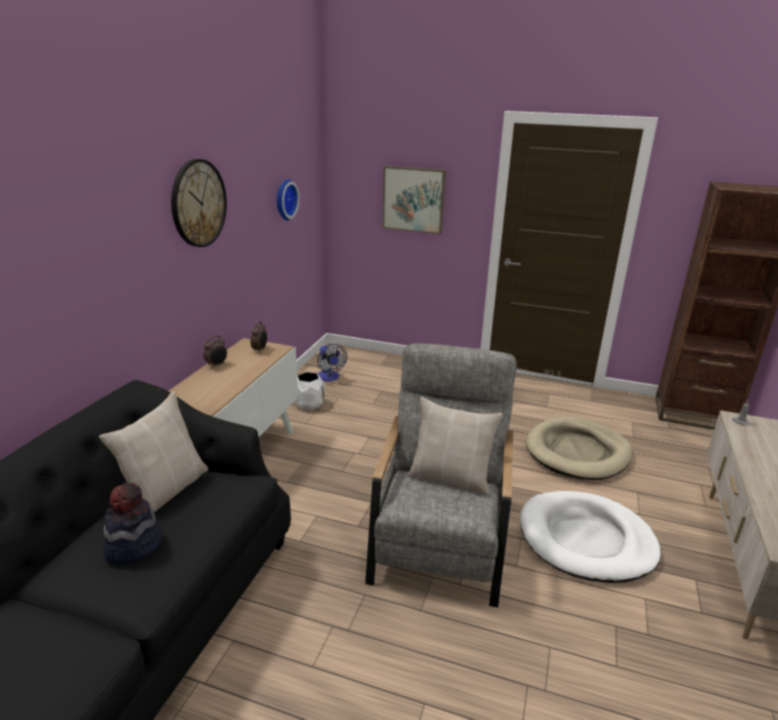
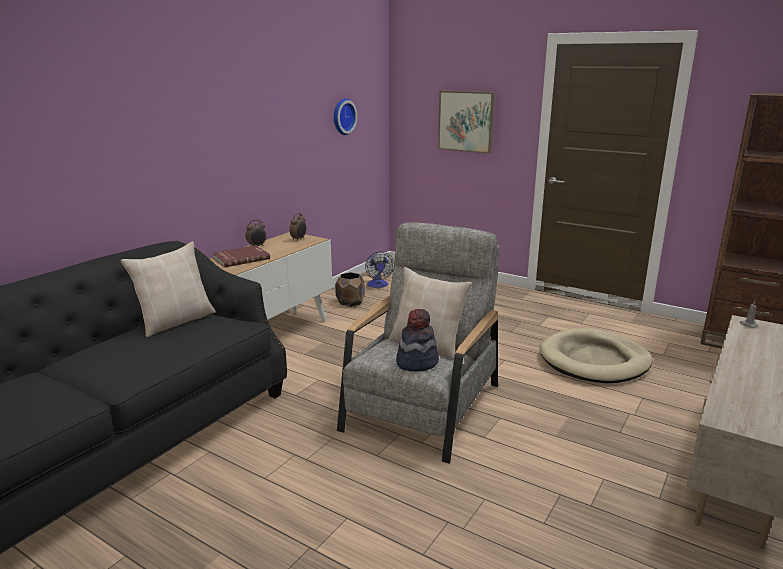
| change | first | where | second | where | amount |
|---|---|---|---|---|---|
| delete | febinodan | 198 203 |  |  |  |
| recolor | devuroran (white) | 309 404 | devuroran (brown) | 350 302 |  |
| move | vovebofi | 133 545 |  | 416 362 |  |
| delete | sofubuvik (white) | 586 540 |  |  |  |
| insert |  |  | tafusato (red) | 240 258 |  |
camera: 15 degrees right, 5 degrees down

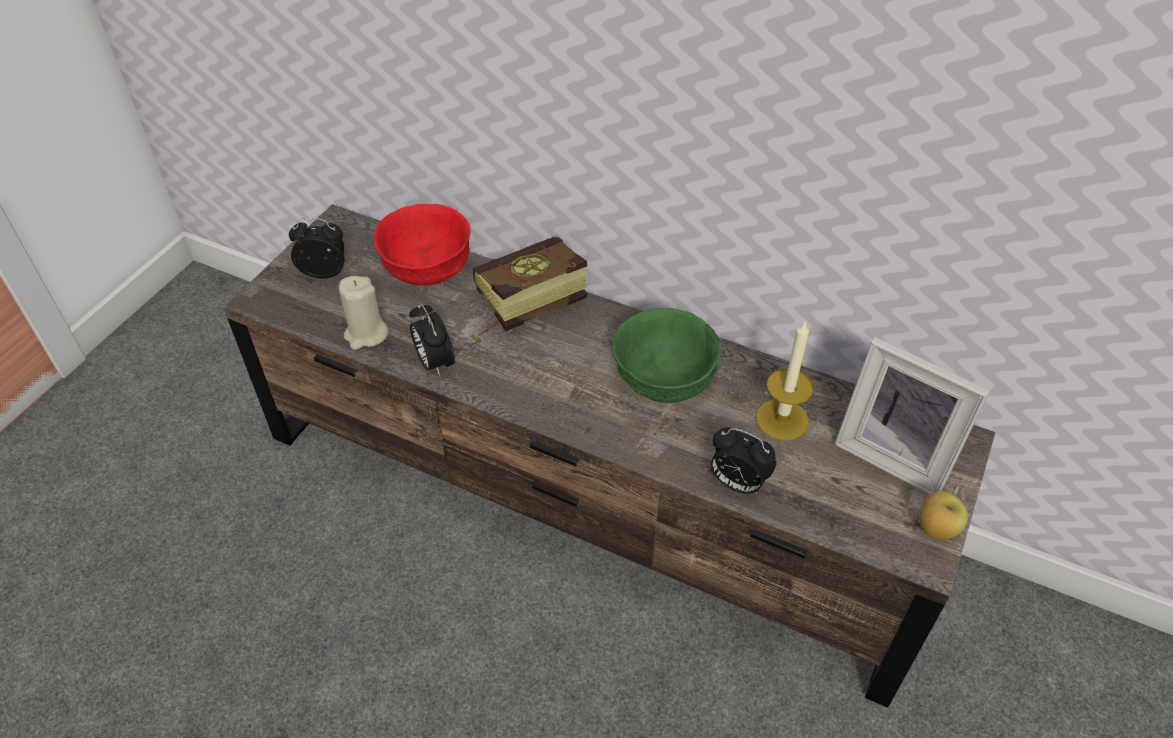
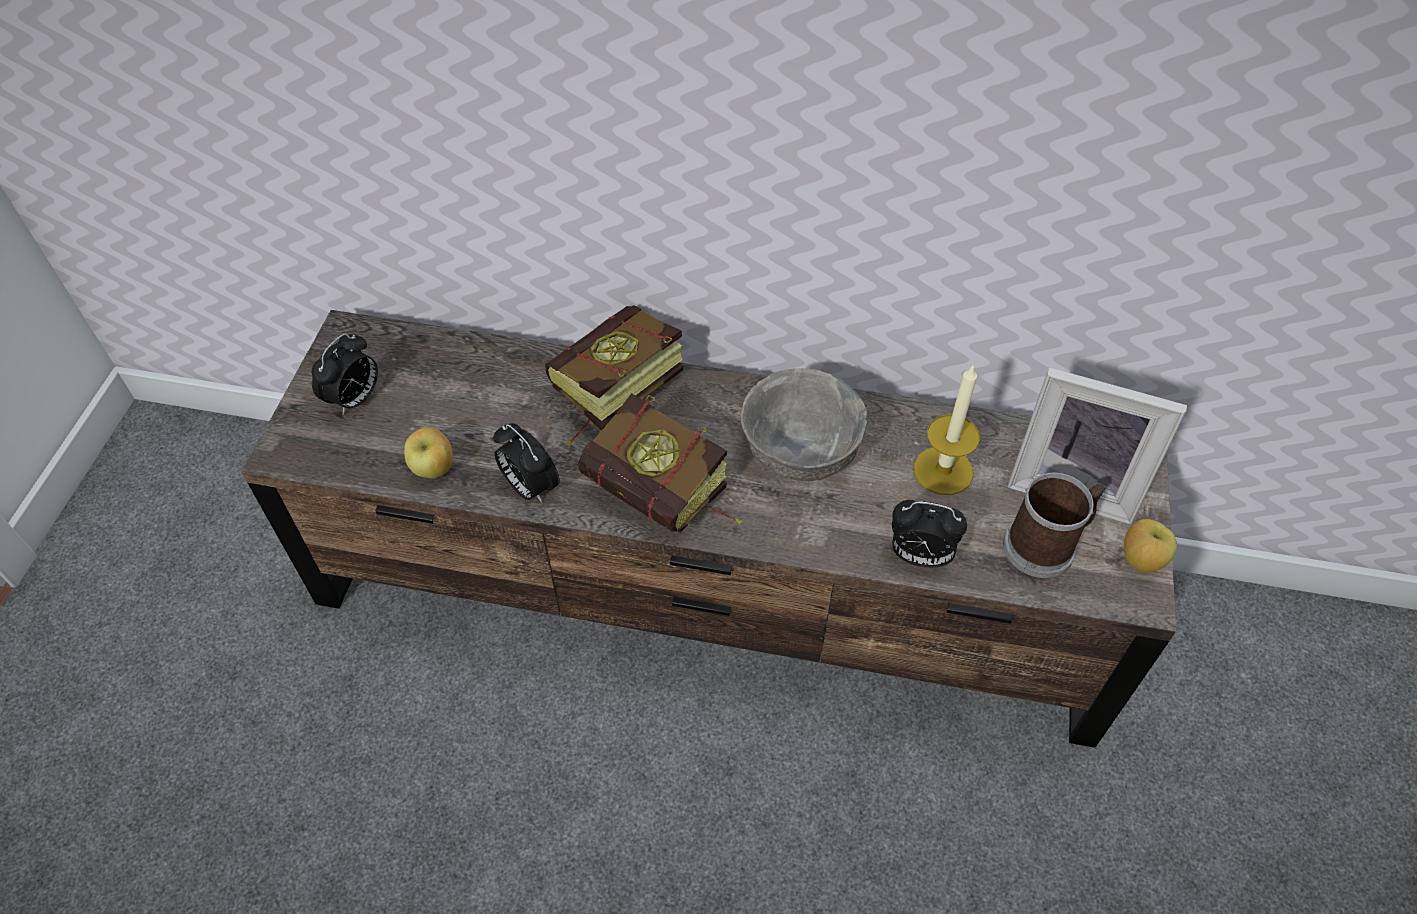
| change | first | where | second | where | amount |
|---|---|---|---|---|---|
| delete | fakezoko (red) | 429 268 |  |  |  |
| rotate | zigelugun | 325 272 |  | 355 399 | 135 degrees clockwise |
| replace | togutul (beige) | 366 334 | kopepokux | 434 469 |  |
| recolor | fakezoko (green) | 665 378 | fakezoko (grey) | 801 450 |  |
| insert |  |  | tafusato | 667 499 |  |
| insert |  |  | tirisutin | 1046 545 |  |
camera: 15 degrees left, 5 degrees up

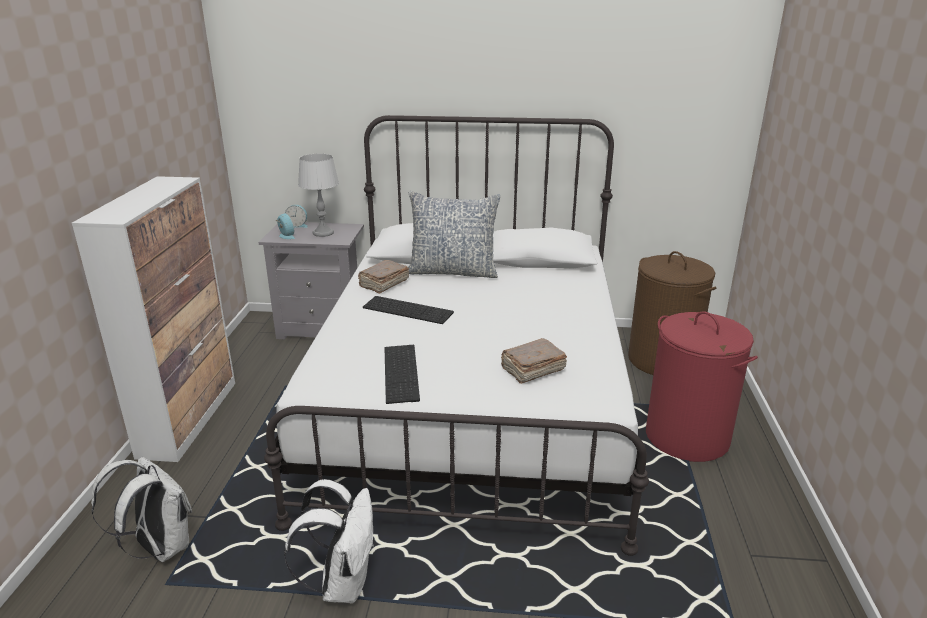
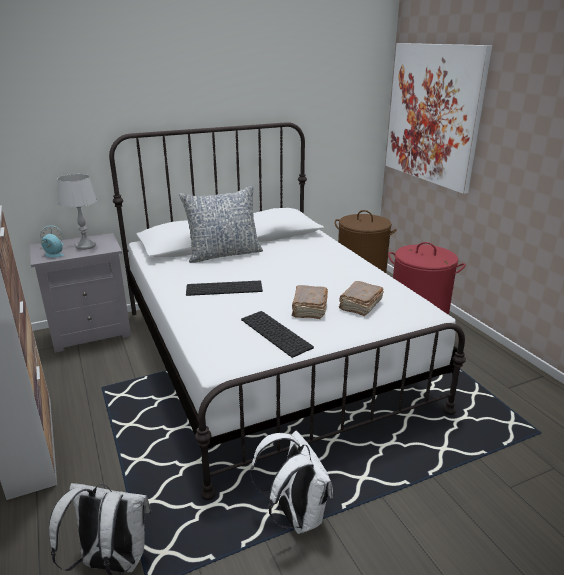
| change | first | where | second | where | amount |
|---|---|---|---|---|---|
| move | tafusato (brown) | 383 284 |  | 309 309 |  |
| insert |  |  | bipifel | 433 114 |  |
camera: 30 degrees left, 0 degrees up

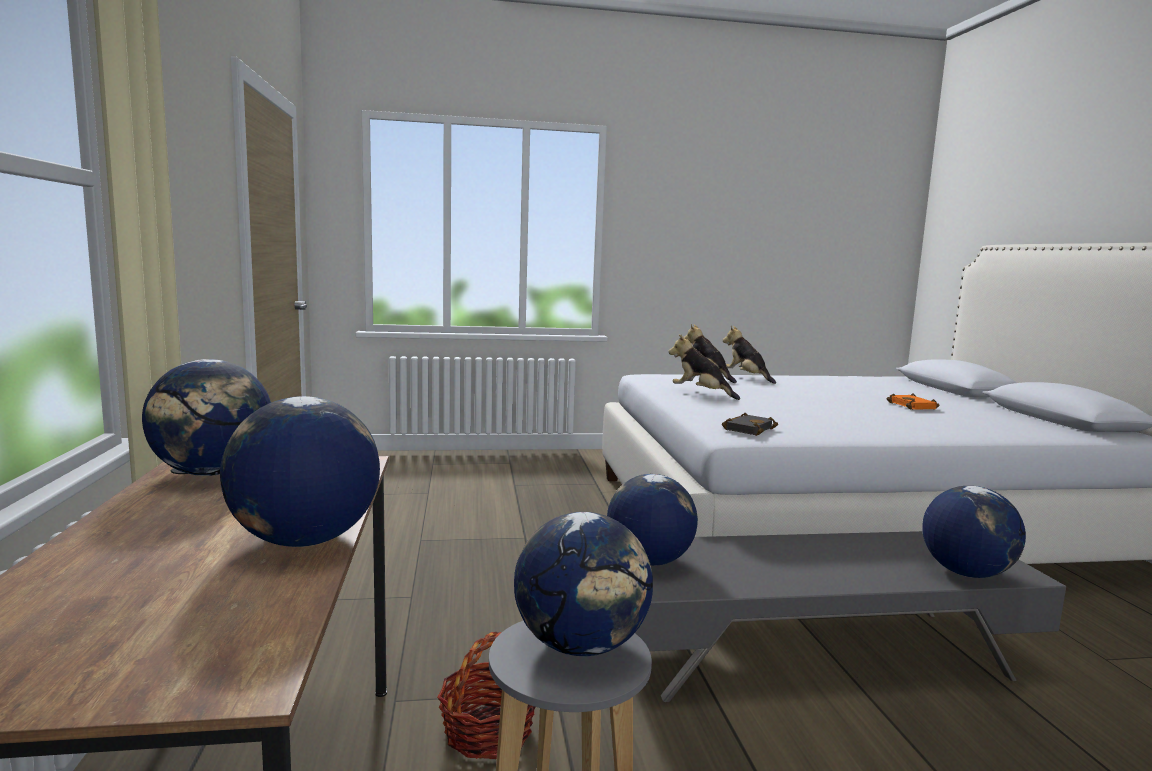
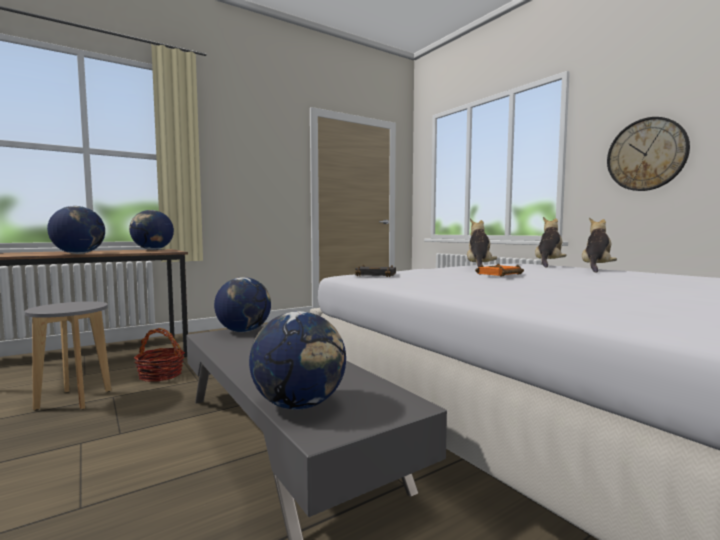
| change | first | where | second | where | amount |
|---|---|---|---|---|---|
| move | tafusato (orange) | 914 406 |  | 500 274 |  |
| delete | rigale | 581 645 |  |  |  |
| insert |  |  | febinodan | 646 154 |  |
camera: 65 degrees right, 5 degrees down

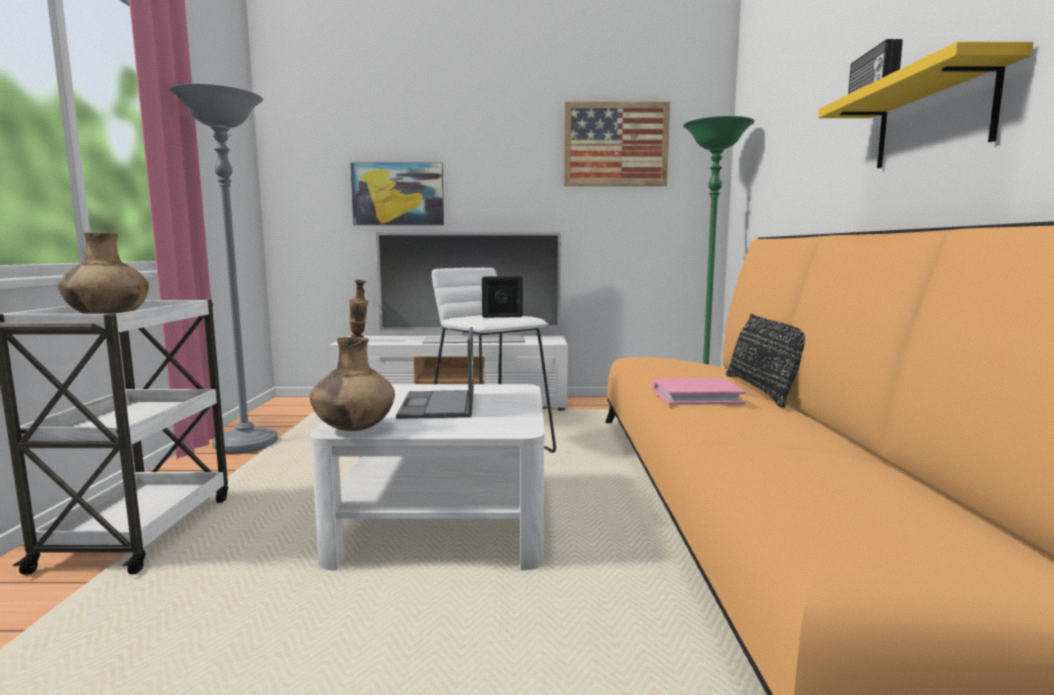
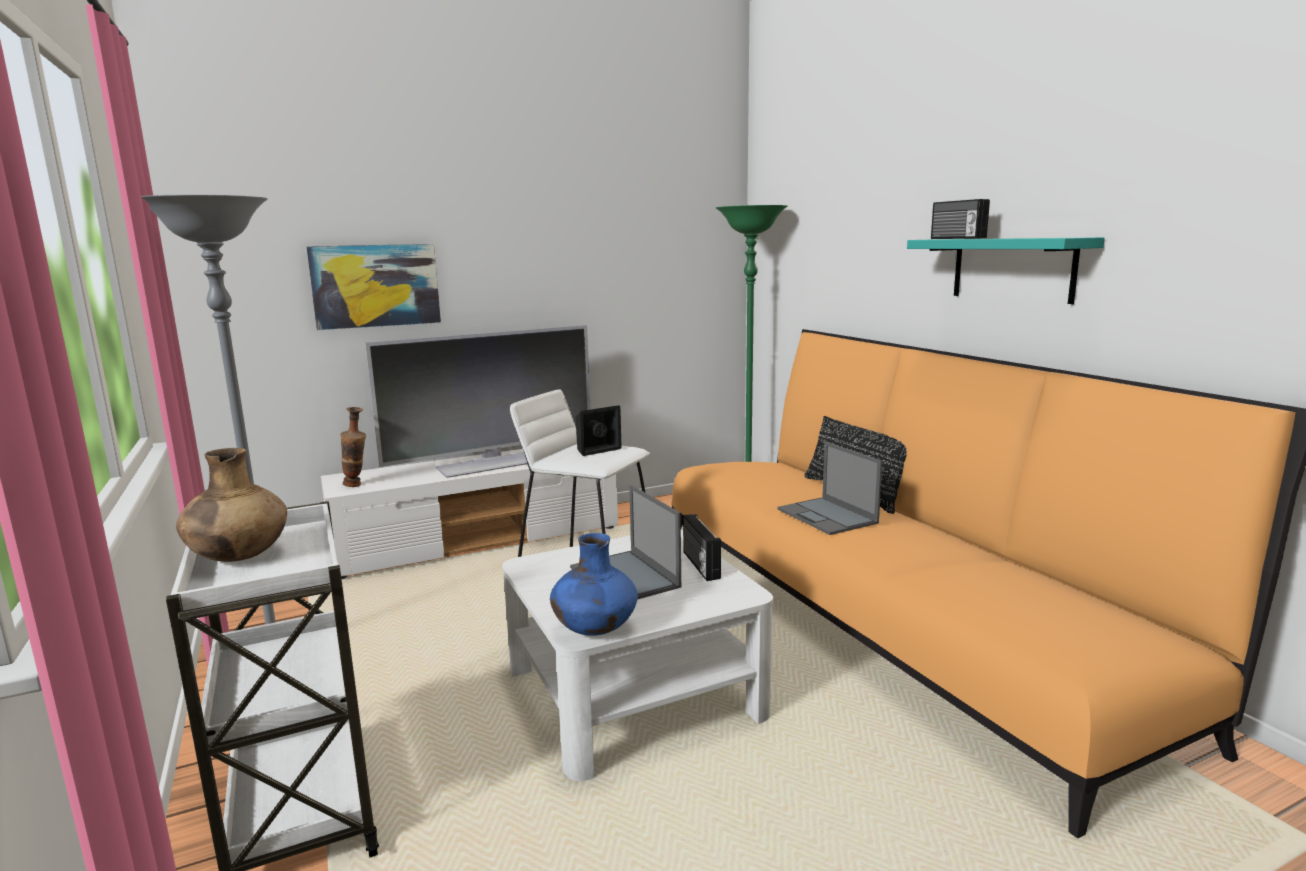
| change | first | where | second | where | amount |
|---|---|---|---|---|---|
| recolor | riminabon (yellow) | 933 119 | riminabon (turquoise) | 1012 269 |  |
| delete | bipifel | 615 144 |  |  |  |
| recolor | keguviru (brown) | 354 429 | keguviru (blue) | 594 630 |  |
| replace | tafusato (pink) | 696 396 | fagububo | 828 516 |  |
| insert |  |  | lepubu | 699 565 |  |
camera: 25 degrees left, 5 degrees up

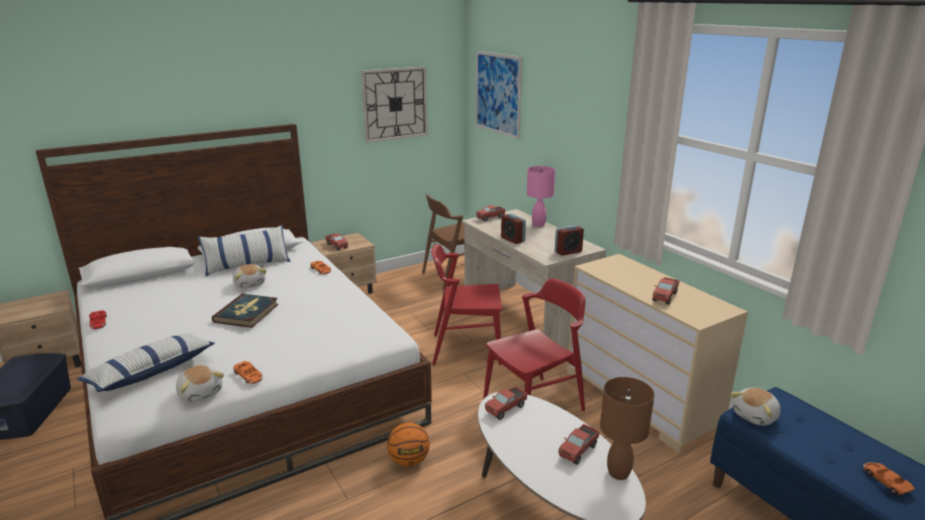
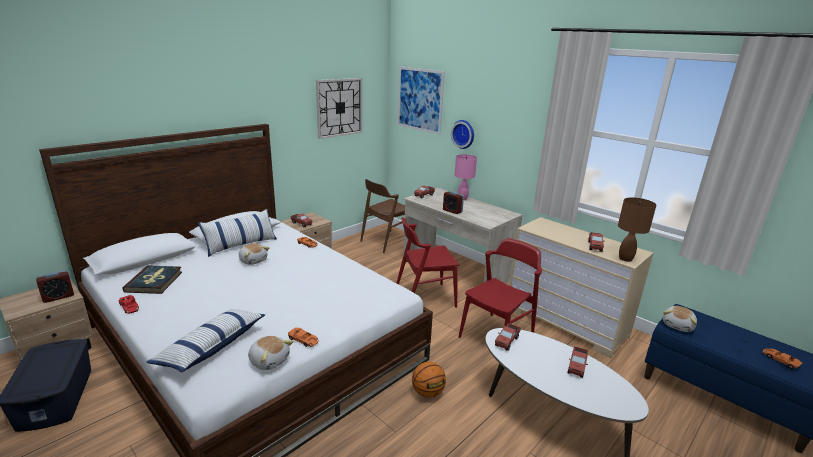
| change | first | where | second | where | amount |
|---|---|---|---|---|---|
| move | zigelugun | 568 252 |  | 58 297 |  |
| move | tafusato | 247 313 |  | 154 281 |  |
| move | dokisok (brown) | 618 472 |  | 625 258 |  |
| insert |  |  | febinodan | 464 134 |  |
camera: 15 degrees left, 0 degrees up

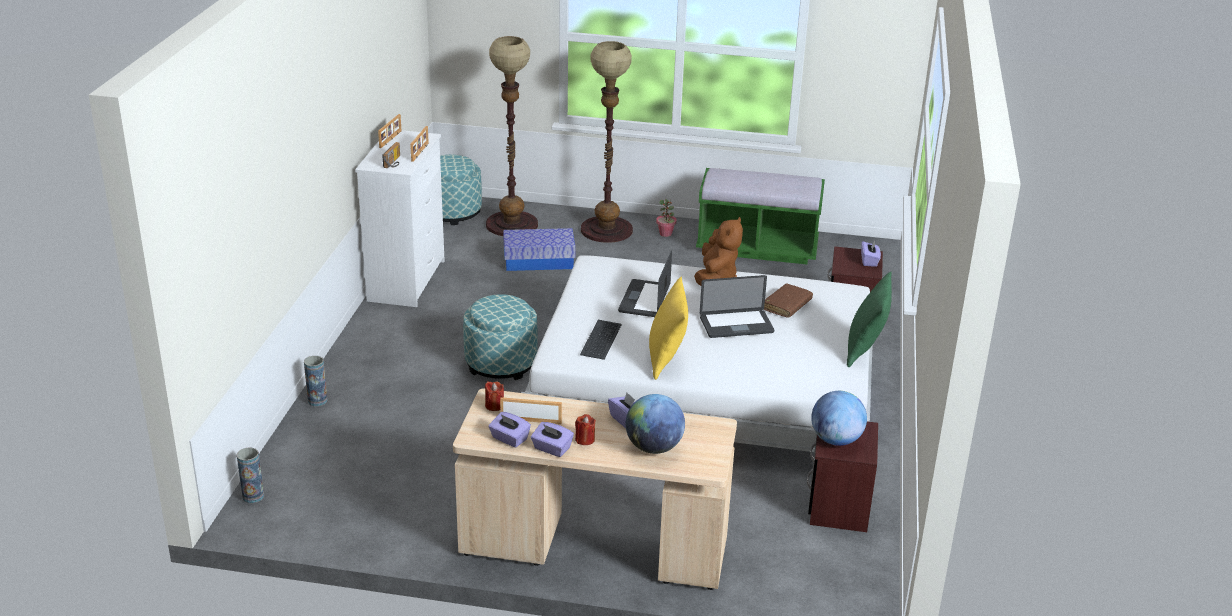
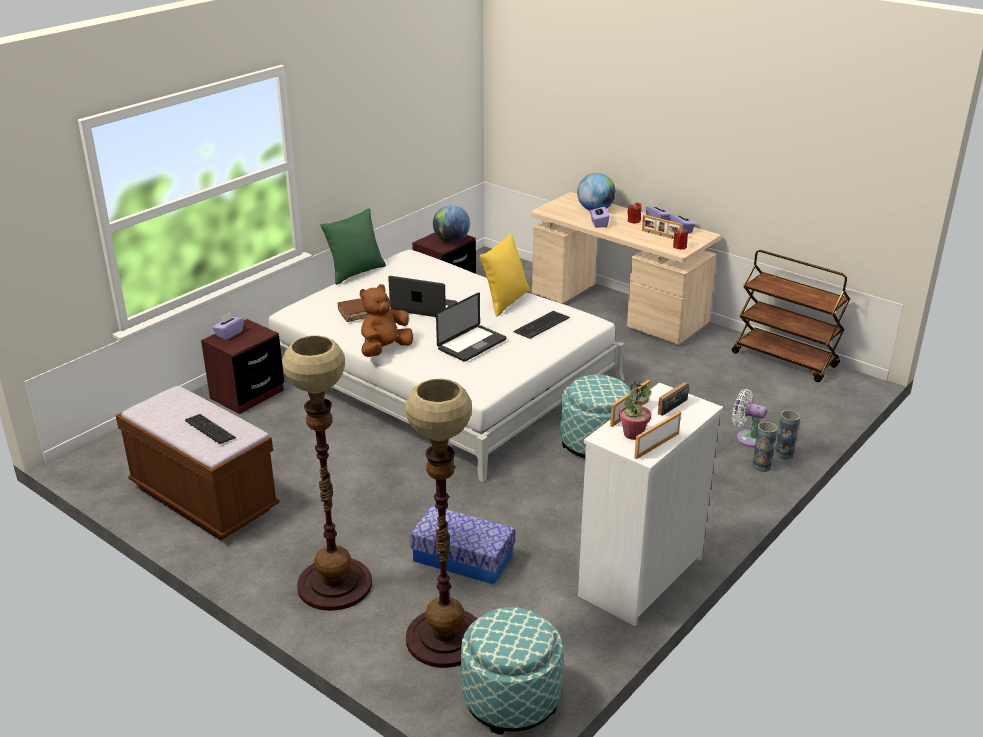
| change | first | where | second | where | amount |
|---|---|---|---|---|---|
| recolor | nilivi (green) | 757 248 | nilivi (brown) | 204 499 |  |
| move | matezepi | 665 234 |  | 633 434 |  |
| move | keguviru | 253 496 |  | 761 466 |  |
| insert |  |  | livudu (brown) | 785 360 |  |
| insert |  |  | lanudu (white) | 747 438 |  |
| insert |  |  | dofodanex | 210 430 |  |
camera: 150 degrees left, 0 degrees up

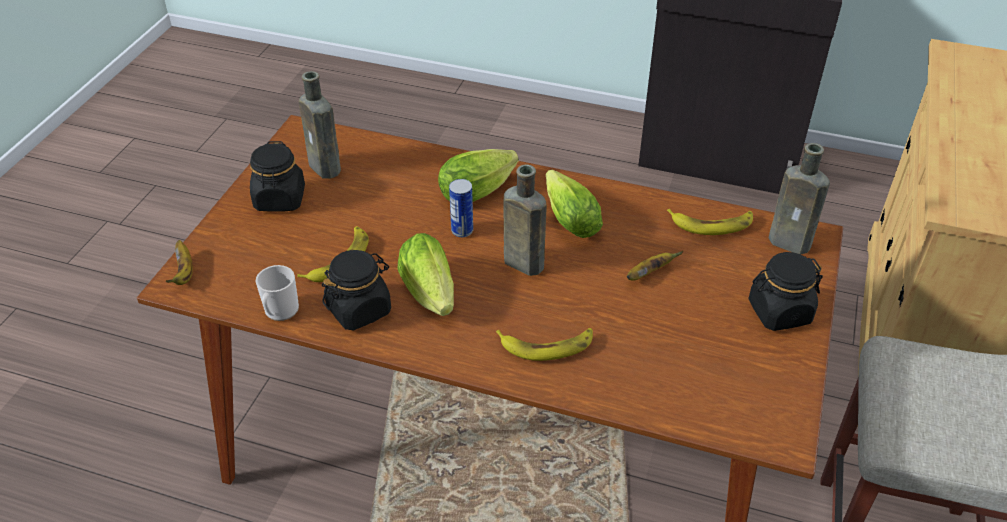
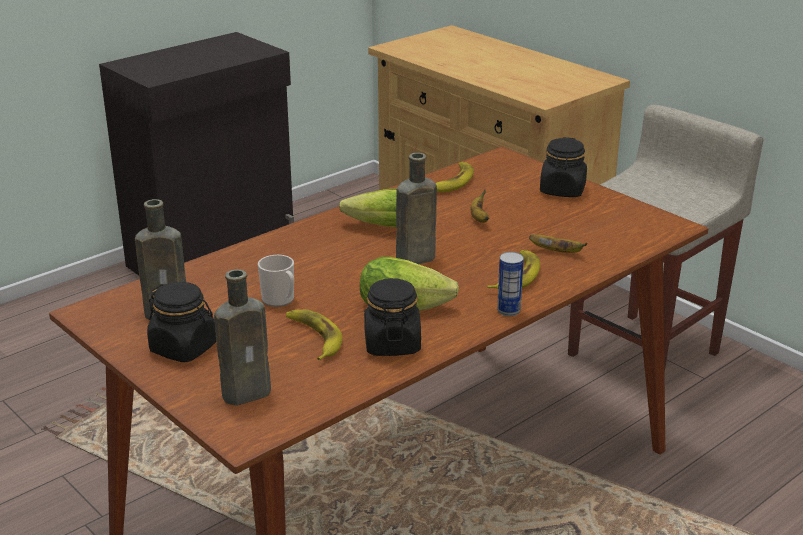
| change | first | where | second | where | amount |
|---|---|---|---|---|---|
| move | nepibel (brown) | 792 243 |  | 250 392 |  |
| delete | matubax | 481 189 |  |  |  |
| move | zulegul | 462 230 |  | 508 311 |  |
| move | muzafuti | 184 272 |  | 558 252 |  |
| move | tirisutin | 280 312 |  | 280 300 |  |
camera: 60 degrees left, 15 degrees down

